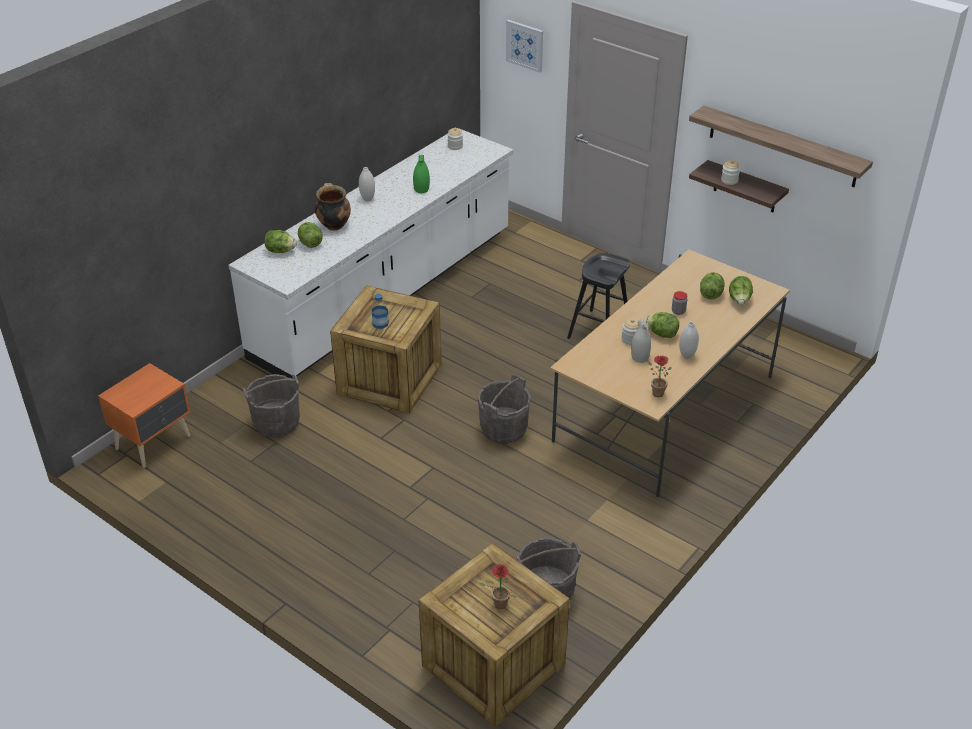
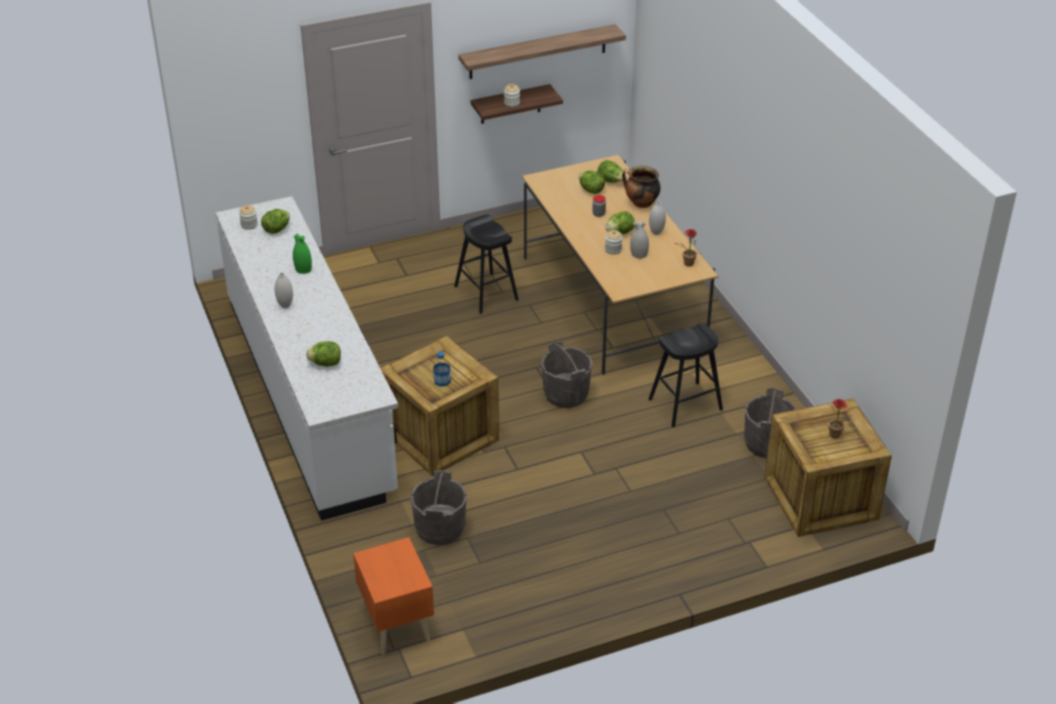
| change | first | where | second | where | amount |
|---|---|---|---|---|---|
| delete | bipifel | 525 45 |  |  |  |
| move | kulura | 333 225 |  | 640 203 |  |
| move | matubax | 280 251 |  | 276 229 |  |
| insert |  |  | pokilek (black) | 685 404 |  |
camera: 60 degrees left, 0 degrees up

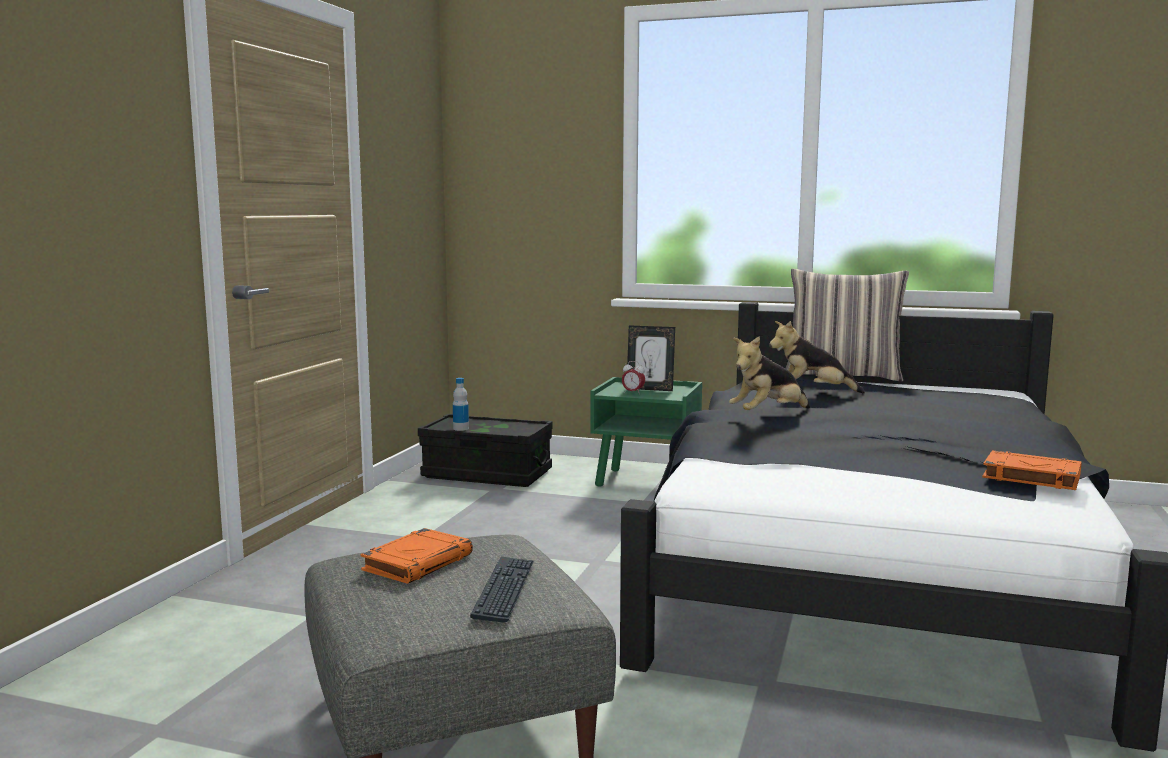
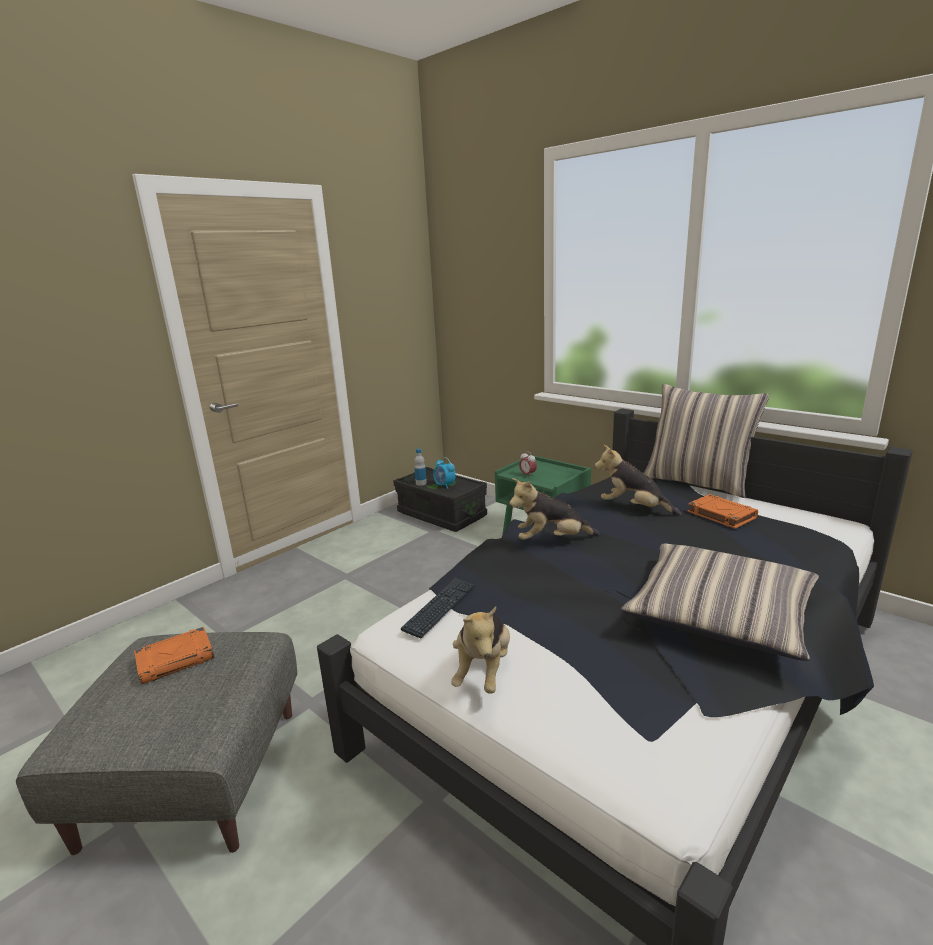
| change | first | where | second | where | amount |
|---|---|---|---|---|---|
| delete | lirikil | 650 389 |  |  |  |
| move | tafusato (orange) | 1030 477 |  | 720 515 |  |
| move | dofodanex | 504 590 |  | 440 608 |  |
| insert |  |  | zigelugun | 444 486 |  |
| insert |  |  | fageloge | 720 614 |  |
| insert |  |  | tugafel | 483 670 |  |
camera: 25 degrees right, 10 degrees up

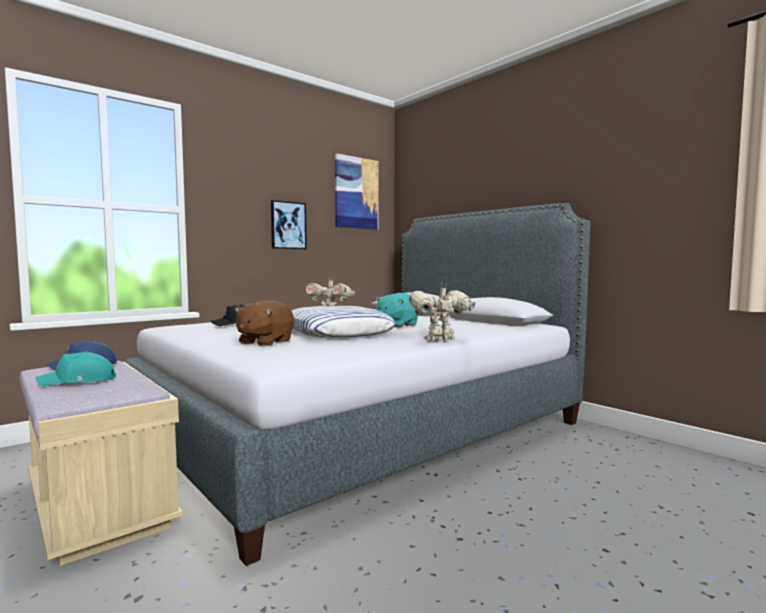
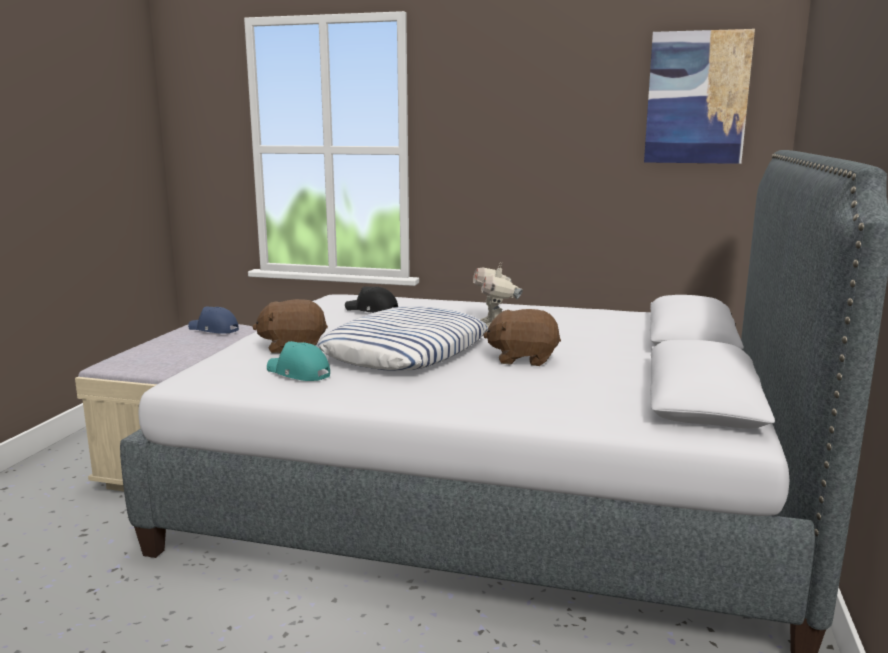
| change | first | where | second | where | amount |
|---|---|---|---|---|---|
| delete | bipifel | 288 225 |  |  |  |
| delete | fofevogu | 440 340 |  |  |  |
| recolor | tugafel (turquoise) | 397 325 | tugafel (brown) | 523 359 |  |
| move | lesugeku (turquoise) | 78 381 |  | 298 373 |  |
camera: 55 degrees right, 10 degrees up

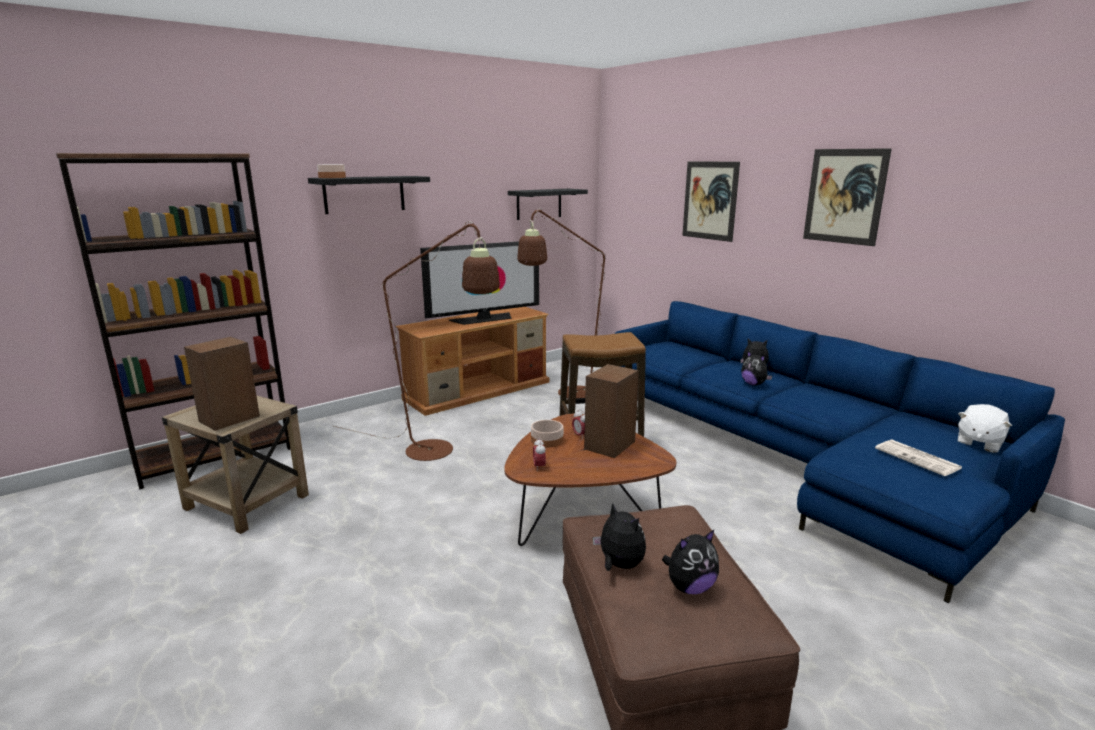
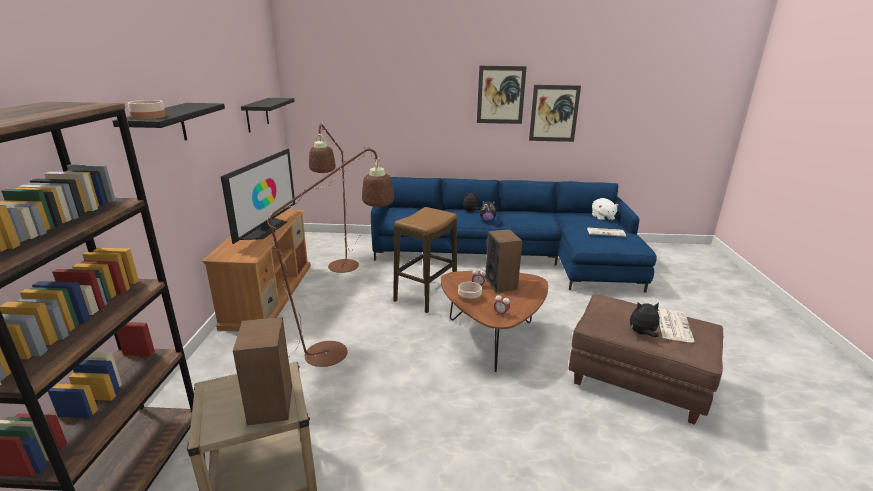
| change | first | where | second | where | amount |
|---|---|---|---|---|---|
| move | bipifel | 710 200 |  | 554 113 |  |
| replace | tugafel | 689 587 | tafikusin | 673 325 |  |
camera: 50 degrees left, 5 degrees up

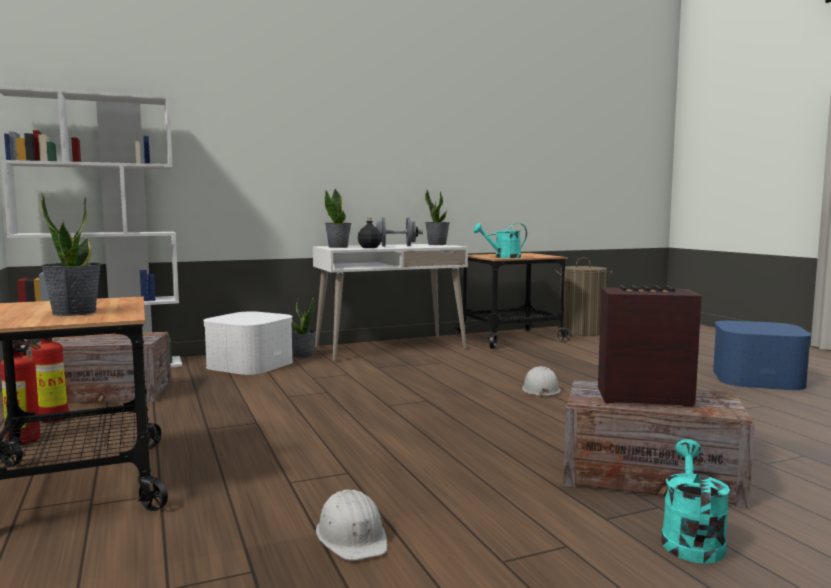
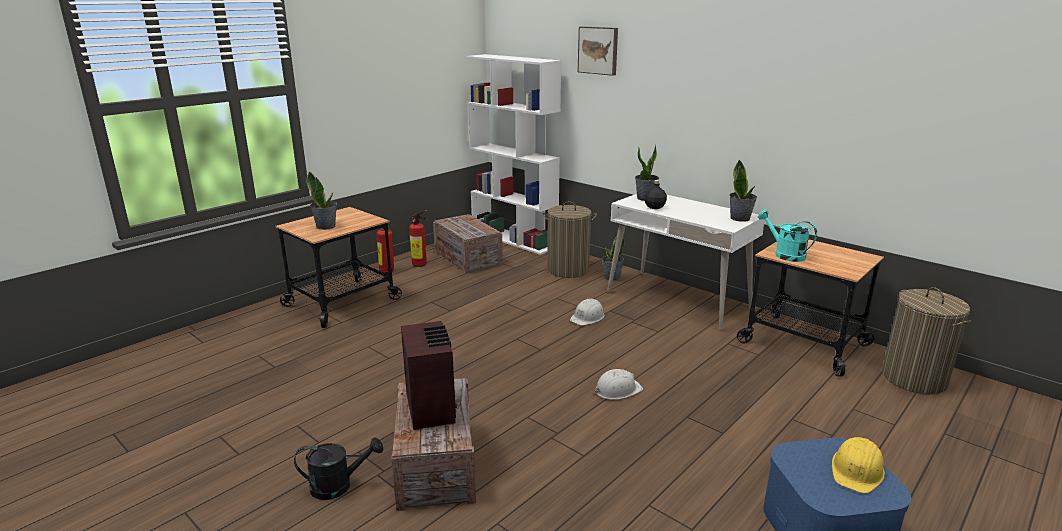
| change | first | where | second | where | amount |
|---|---|---|---|---|---|
| delete | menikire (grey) | 396 246 |  |  |  |
| replace | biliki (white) | 250 364 | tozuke | 568 269 |  |
| recolor | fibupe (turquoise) | 690 539 | fibupe (black) | 339 485 |  |
| move | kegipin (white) | 352 537 |  | 588 317 |  |
| insert |  |  | bipifel | 598 50 |  |
| insert |  |  | kegipin (yellow) | 857 471 |  |
camera: 65 degrees right, 15 degrees up

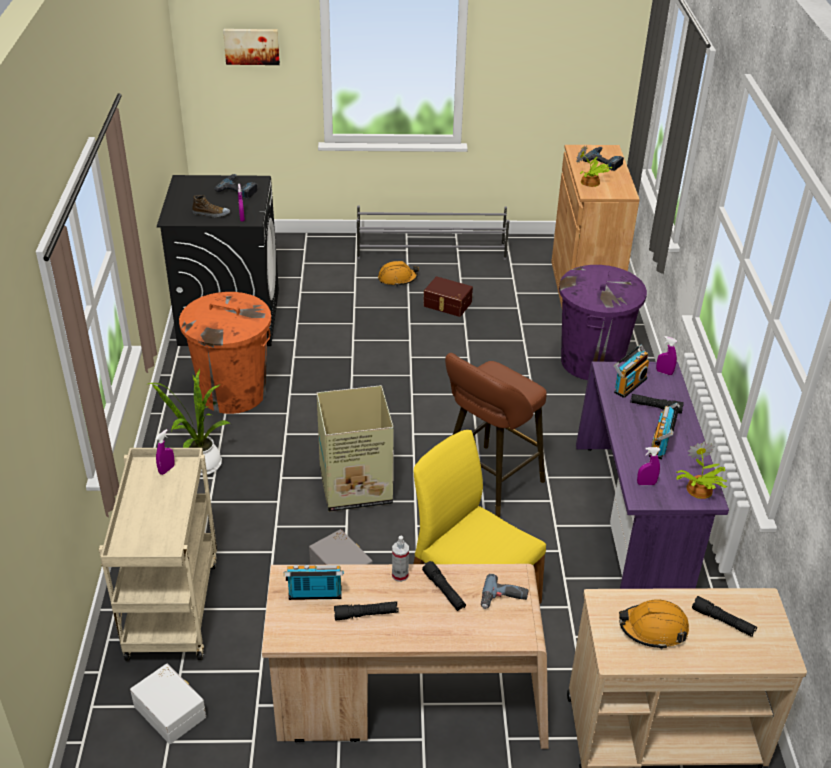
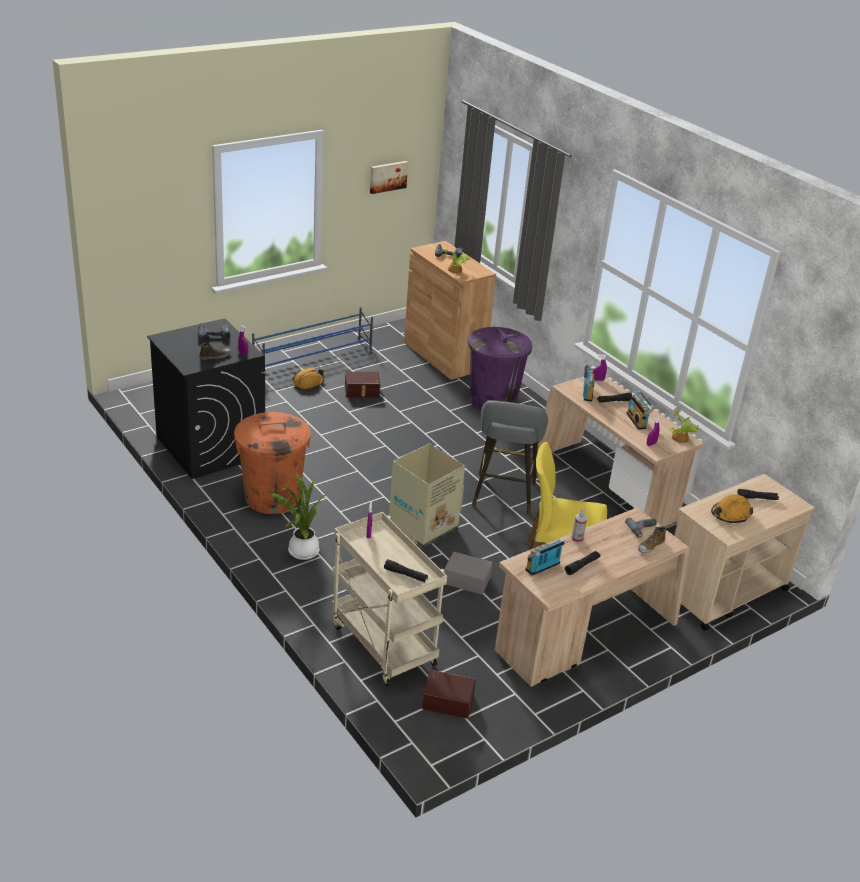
| change | first | where | second | where | amount |
|---|---|---|---|---|---|
| move | bipifel | 251 46 |  | 388 176 |  |
| recolor | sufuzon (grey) | 432 252 | sufuzon (blue) | 313 357 |  |
| recolor | pokilek (brown) | 487 484 | pokilek (grey) | 503 497 |  |
| recolor | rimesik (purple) | 633 522 | rimesik (beige) | 606 488 |  |
| move | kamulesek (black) | 444 591 |  | 405 575 |  |
| recolor | biliki (white) | 171 710 | biliki (brown) | 448 700 |  |
| insert |  |  | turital | 650 546 |  |
camera: 35 degrees left, 5 degrees down

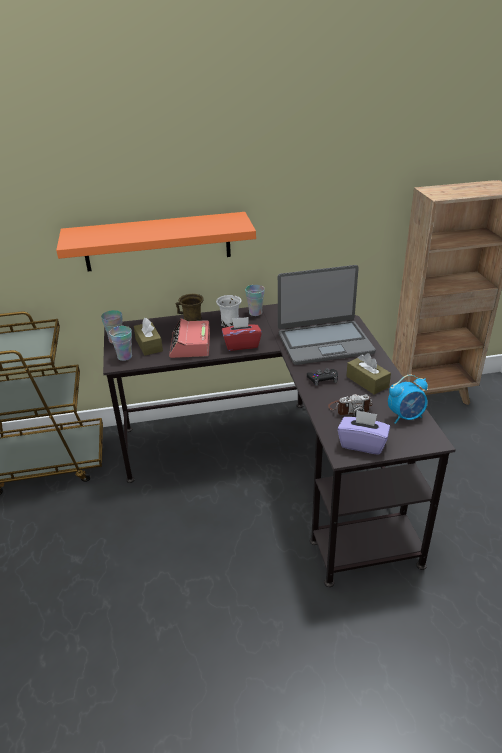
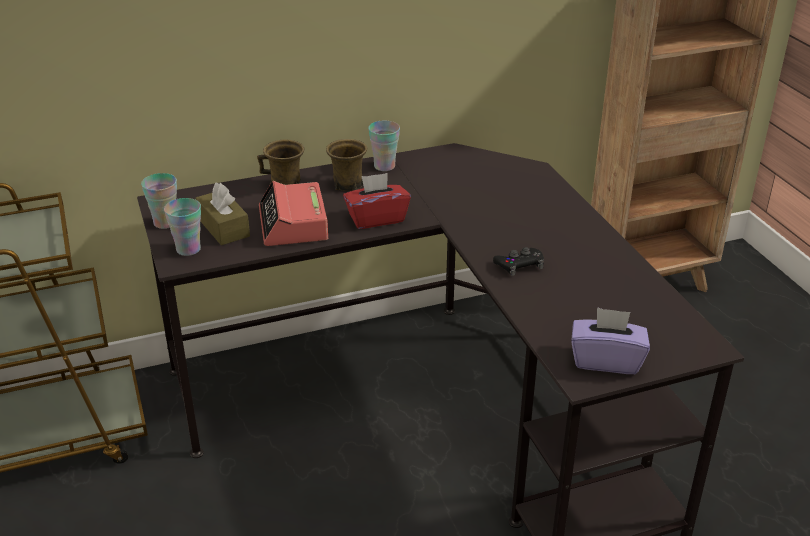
| change | first | where | second | where | amount |
|---|---|---|---|---|---|
| delete | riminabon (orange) | 157 242 |  |  |  |
| delete | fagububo | 324 343 |  |  |  |
| recolor | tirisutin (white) | 229 323 | tirisutin (brown) | 347 184 |  |
| delete | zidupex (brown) | 367 382 |  |  |  |
| delete | zigelugun | 406 417 |  |  |  |
| delete | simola | 350 408 |  |  |  |
camera: 10 degrees left, 0 degrees up

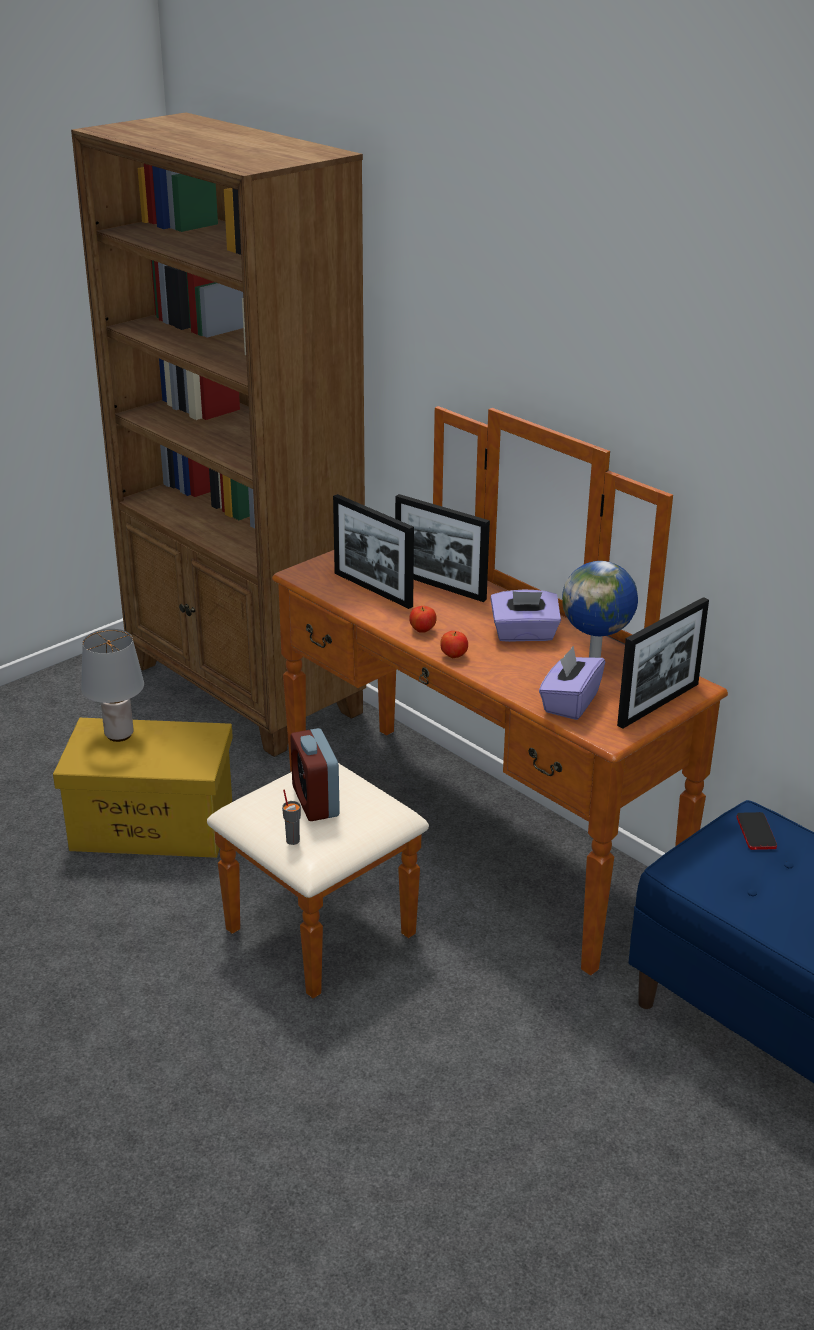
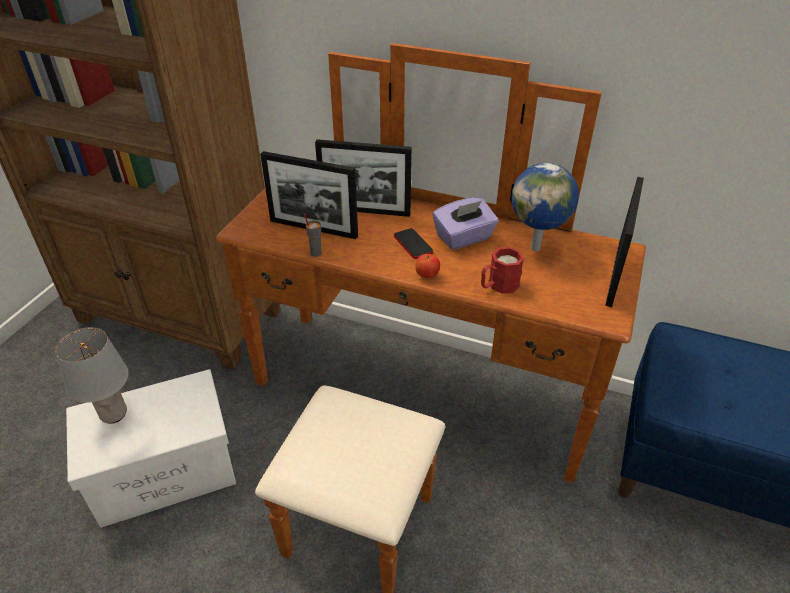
| change | first | where | second | where | amount |
|---|---|---|---|---|---|
| delete | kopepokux | 422 630 |  |  |  |
| delete | zidupex (purple) | 569 703 |  |  |  |
| recolor | biliki (yellow) | 150 826 | biliki (white) | 163 473 |  |
| delete | zigelugun | 315 801 |  |  |  |
| move | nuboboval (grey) | 292 840 |  | 315 253 |  |
| move | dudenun | 756 832 |  | 413 244 |  |
| insert |  |  | tirisutin (red) | 498 286 |  |
camera: 25 degrees left, 10 degrees up

